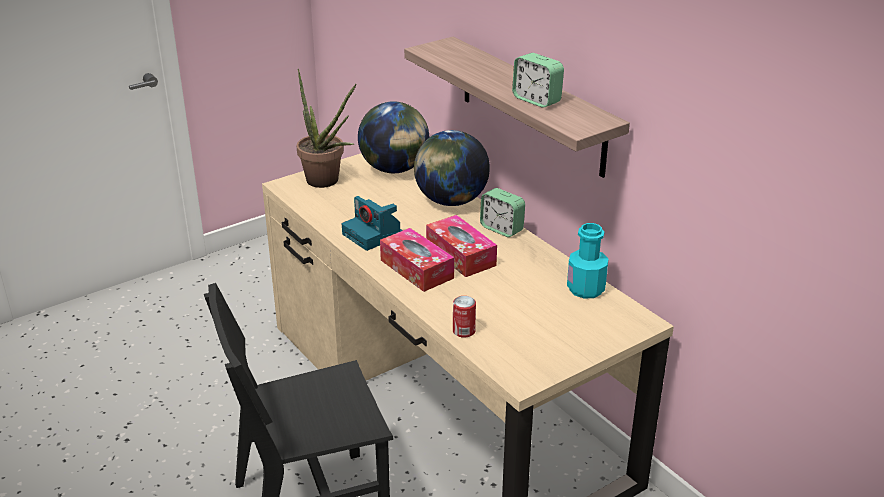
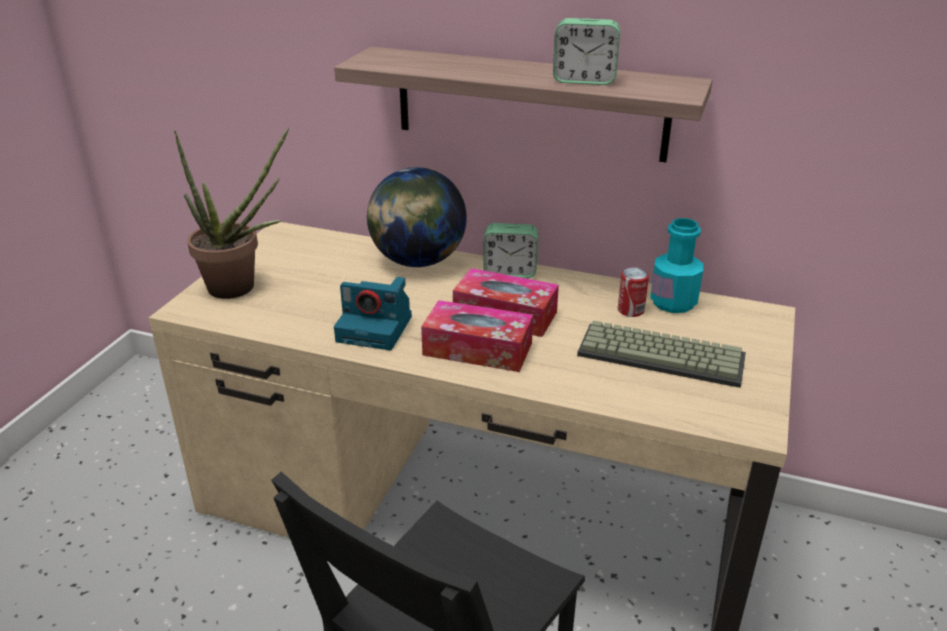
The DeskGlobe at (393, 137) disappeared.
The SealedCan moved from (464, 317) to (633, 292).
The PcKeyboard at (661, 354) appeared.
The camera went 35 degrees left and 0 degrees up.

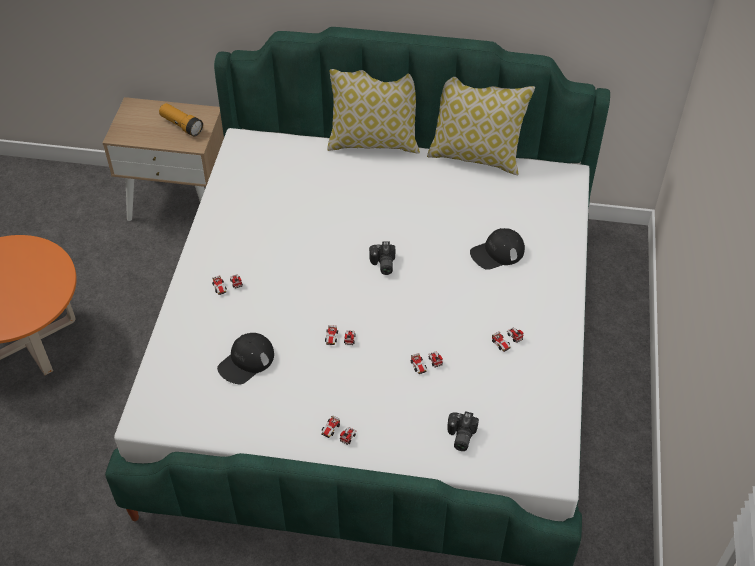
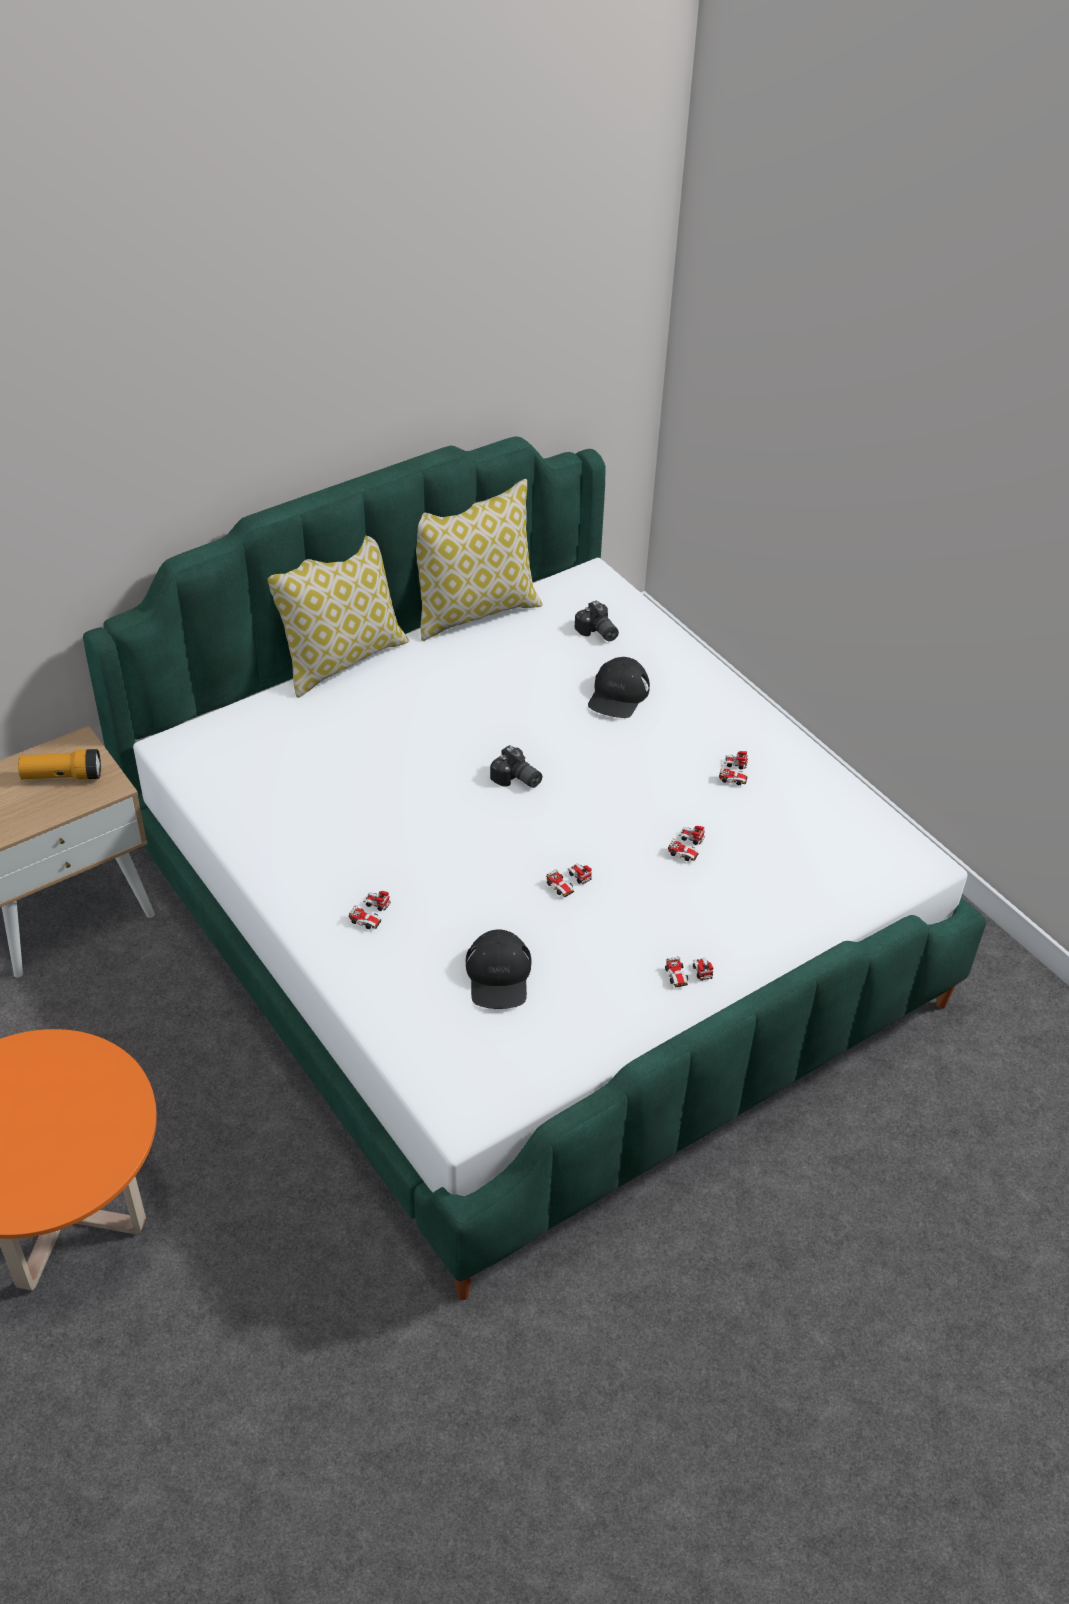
The StillCamera moved from (463, 431) to (597, 621).
The camera went 45 degrees left and 5 degrees down.

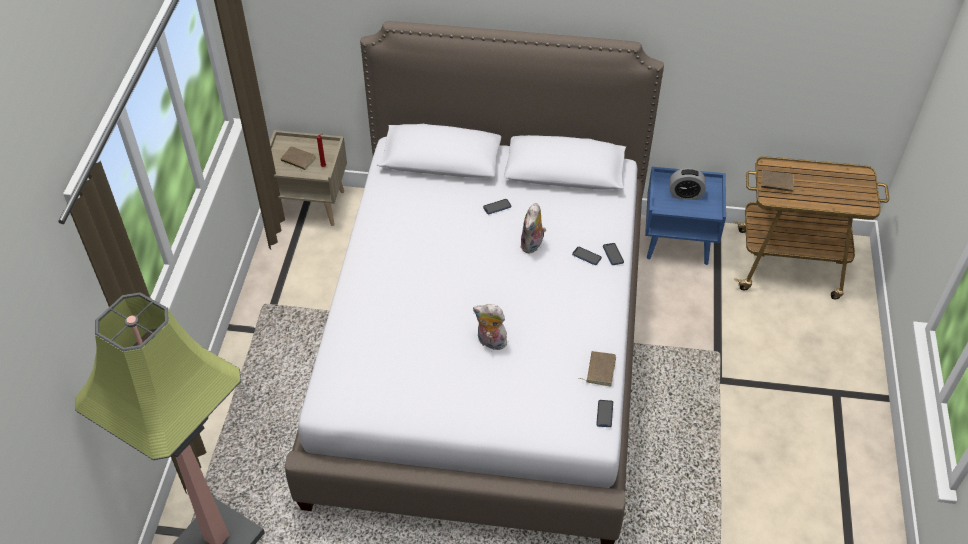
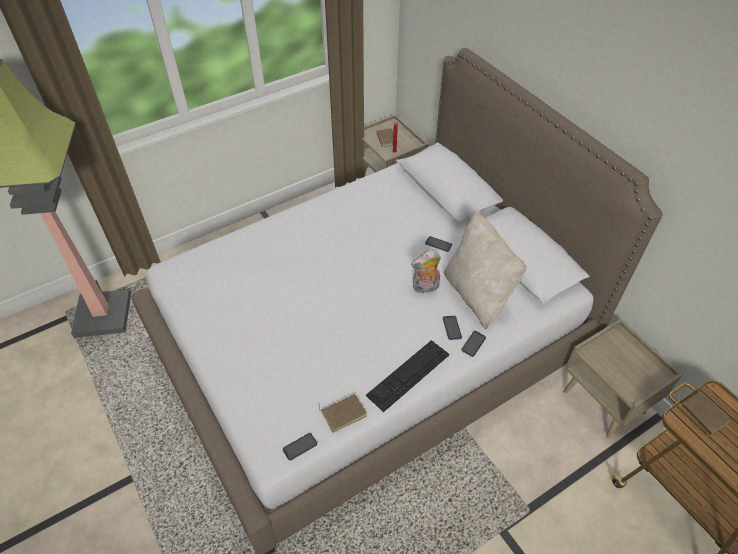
The BlueColouredNightTable at (685, 216) became the SandColouredNightTable at (623, 379).
The BedsideClock at (688, 184) disappeared.
The SoftToy at (490, 327) disappeared.
The SandColouredCushion at (485, 270) appeared.
The PcKeyboard at (407, 376) appeared.
The camera went 50 degrees right and 0 degrees up.

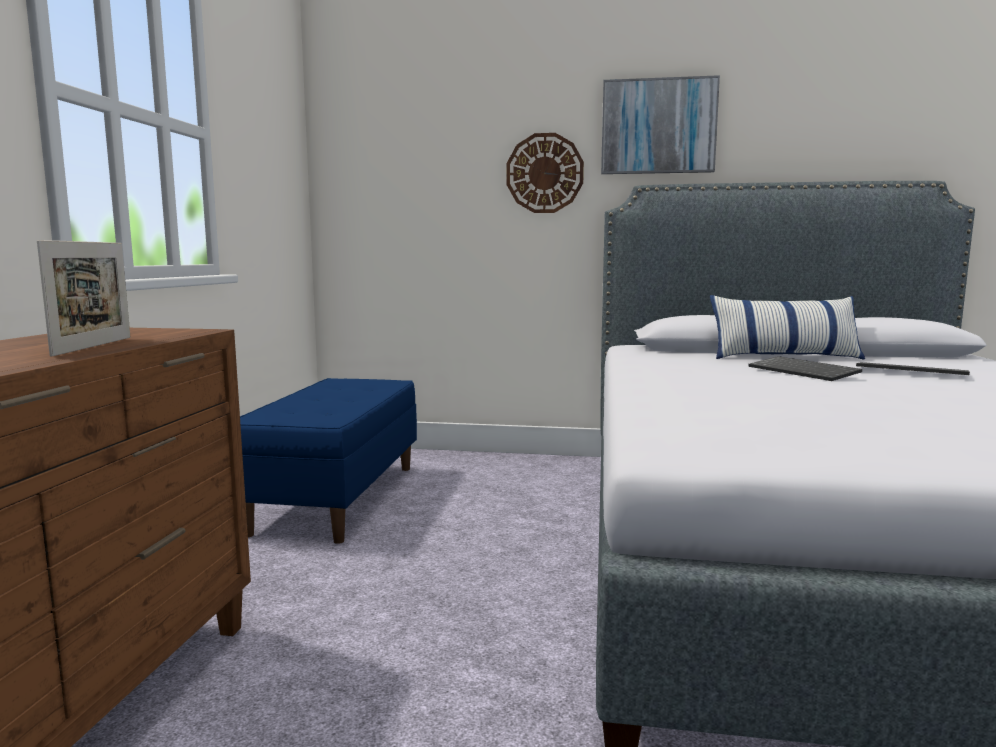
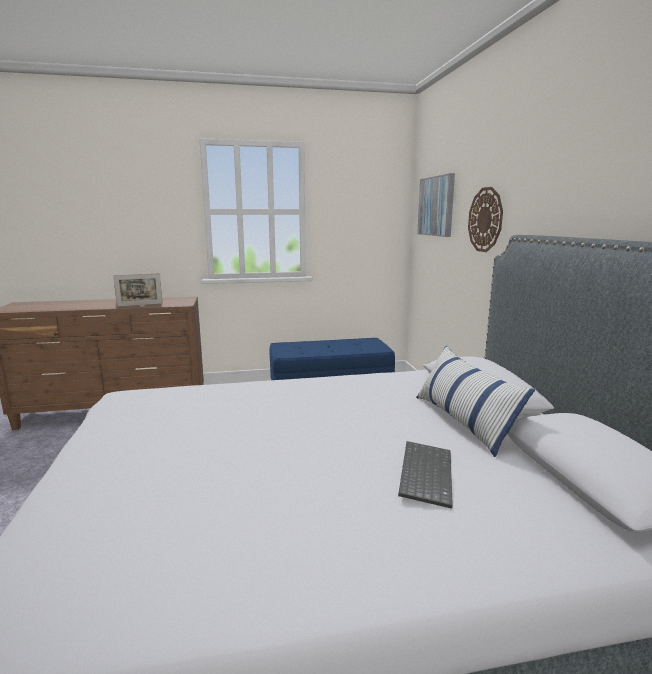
The WallArt moved from (660, 124) to (436, 205).
The PcKeyboard at (805, 368) disappeared.
The camera went 70 degrees right and 5 degrees up.

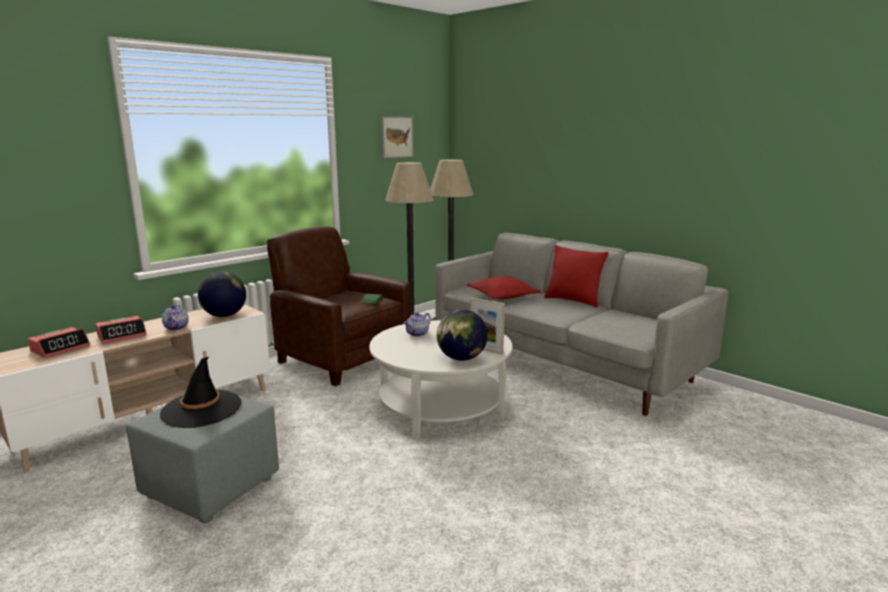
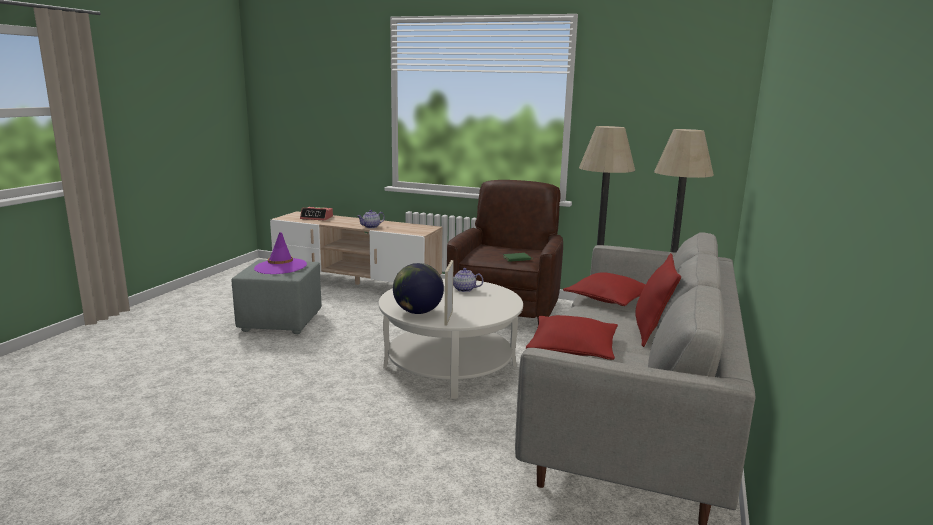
The WallArt at (397, 137) disappeared.
The DeskGlobe at (222, 294) disappeared.
The BedsideClock at (121, 329) disappeared.
The BlackColouredWearableHat at (200, 392) became the PurpleColouredWearableHat at (280, 253).
The RedColouredCushion at (572, 337) appeared.
The camera went 65 degrees right and 0 degrees up.

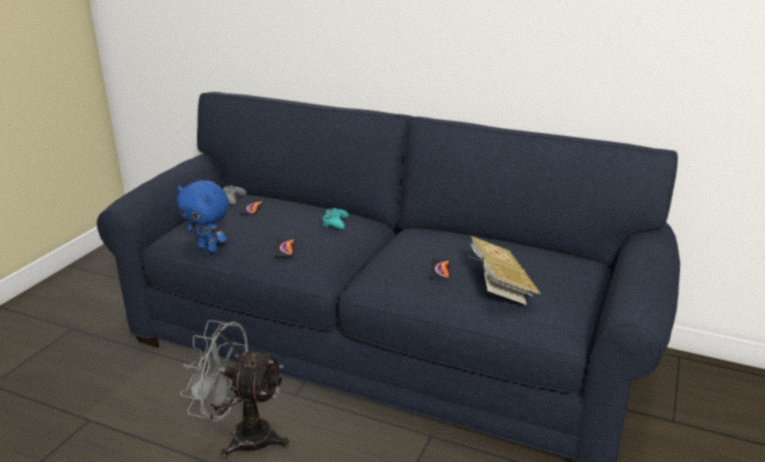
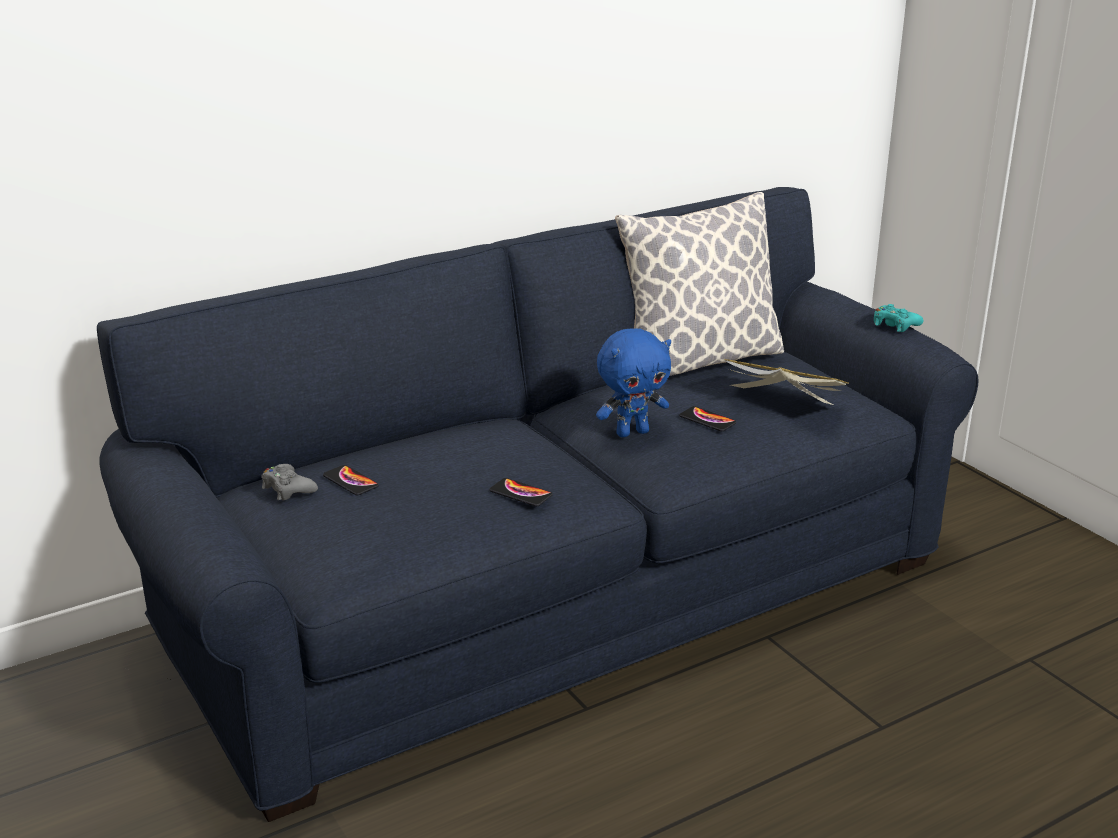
The BlueColouredSoftToy moved from (203, 216) to (633, 382).
The TurquoiseColouredJoypad moved from (335, 218) to (899, 318).
The GrayElectricFan at (234, 389) disappeared.
The Cushion at (699, 284) appeared.
The camera went 55 degrees left and 0 degrees up.

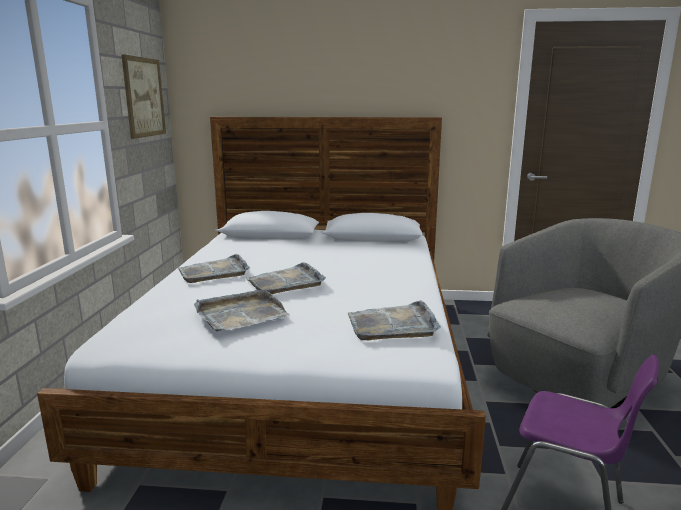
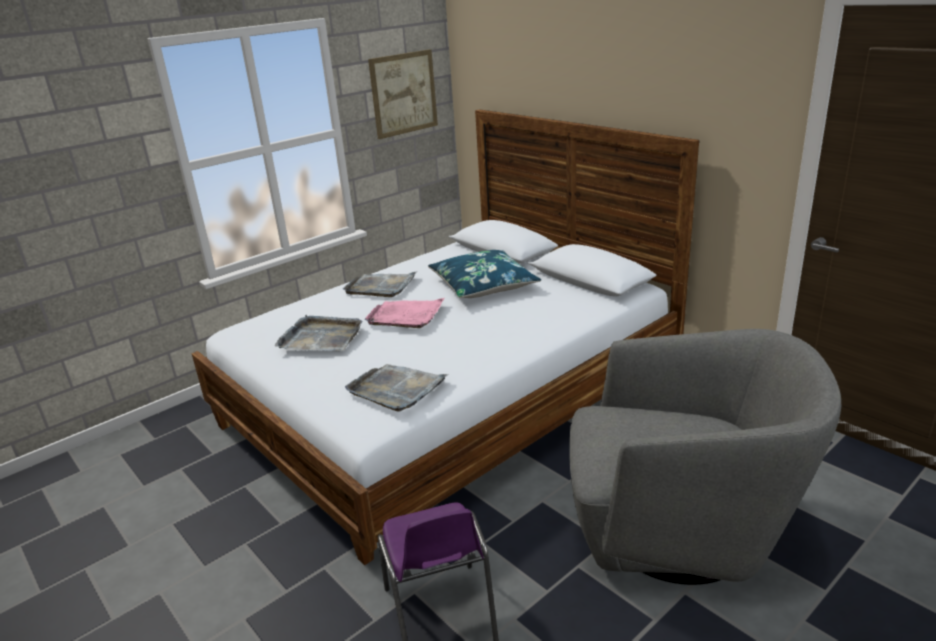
The GrayTray at (286, 278) became the PinkColouredTray at (405, 313).
The BlueColouredCushion at (484, 274) appeared.
The camera went 45 degrees right and 10 degrees up.

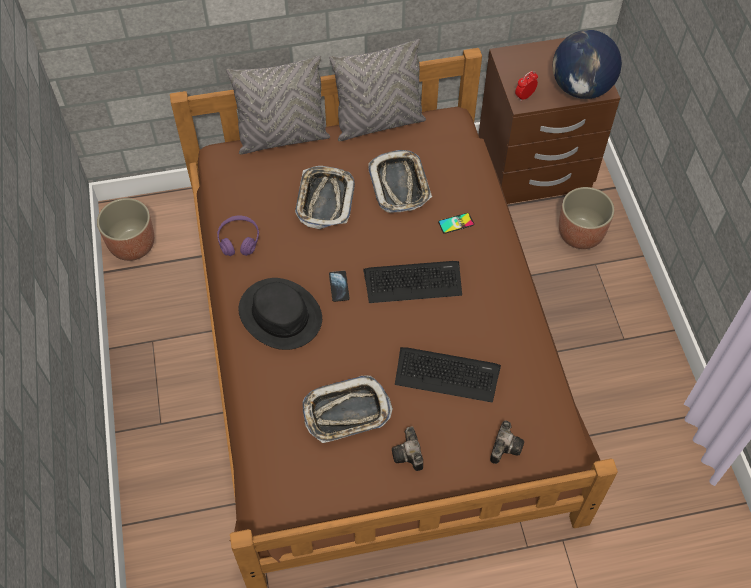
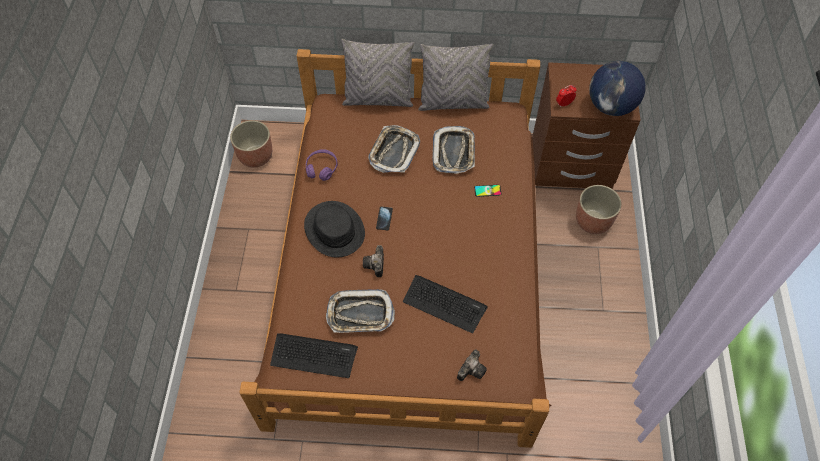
The PcKeyboard moved from (412, 282) to (314, 356).
The StillCamera moved from (407, 449) to (373, 261).
The camera went 15 degrees right and 0 degrees up.

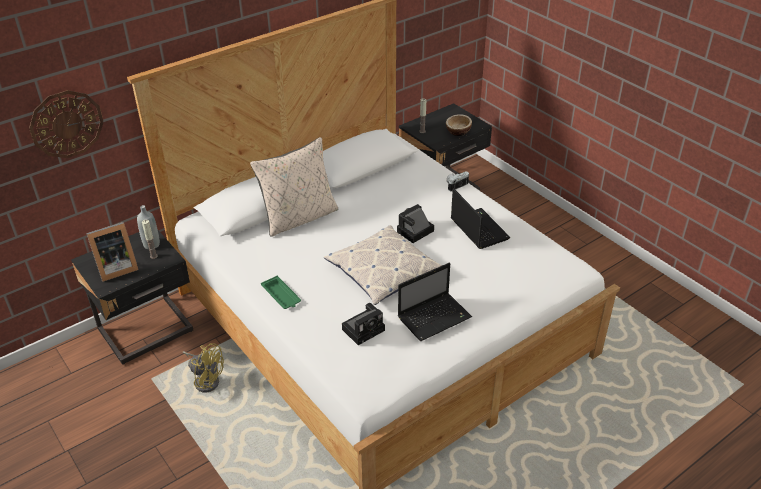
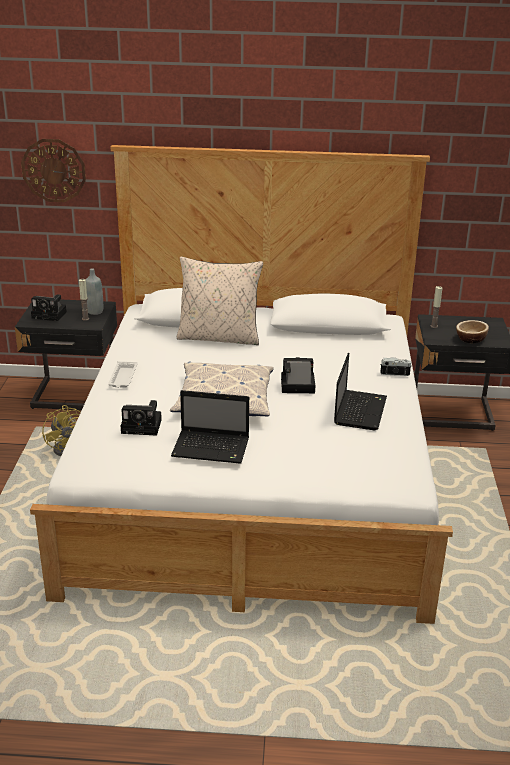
The PhotoFrame at (112, 252) was replaced by the StillCamera at (49, 307).
The GreenTray at (281, 292) became the WhitishTray at (122, 374).
The camera went 40 degrees right and 10 degrees down.

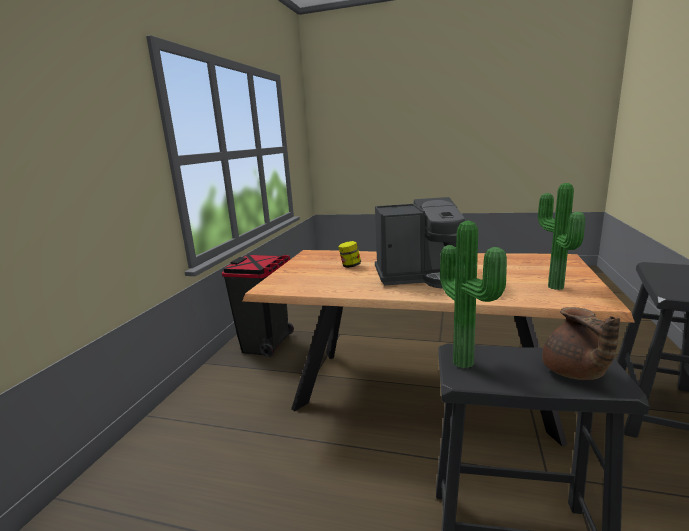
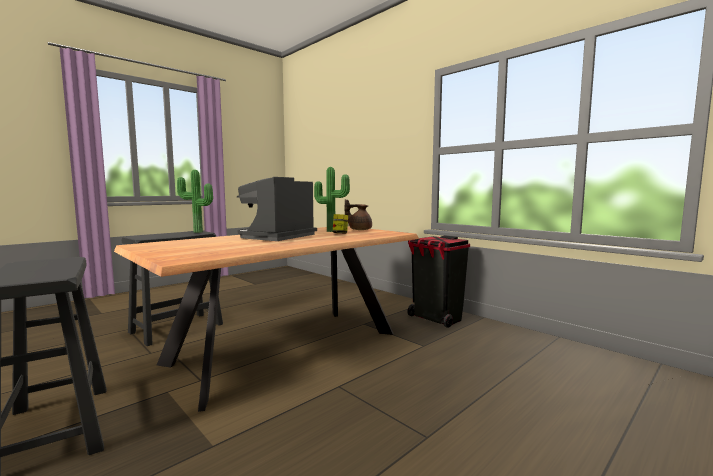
The Houseplant moved from (561, 236) to (332, 199).
The BrownTeaPot moved from (581, 343) to (358, 214).
The camera went 120 degrees right and 10 degrees down.

